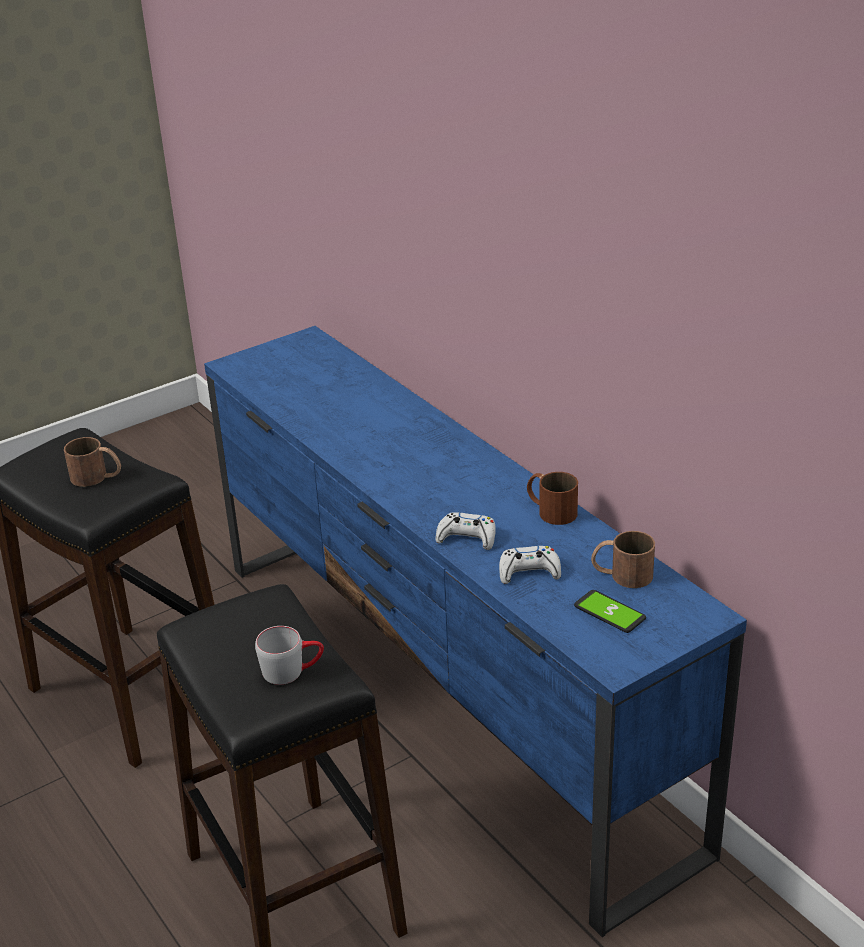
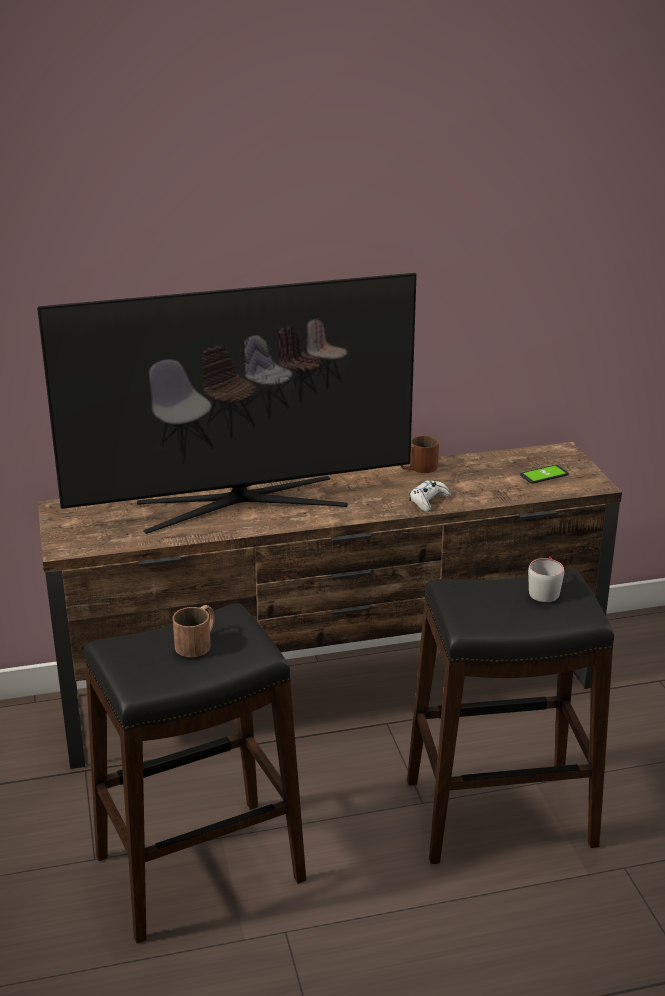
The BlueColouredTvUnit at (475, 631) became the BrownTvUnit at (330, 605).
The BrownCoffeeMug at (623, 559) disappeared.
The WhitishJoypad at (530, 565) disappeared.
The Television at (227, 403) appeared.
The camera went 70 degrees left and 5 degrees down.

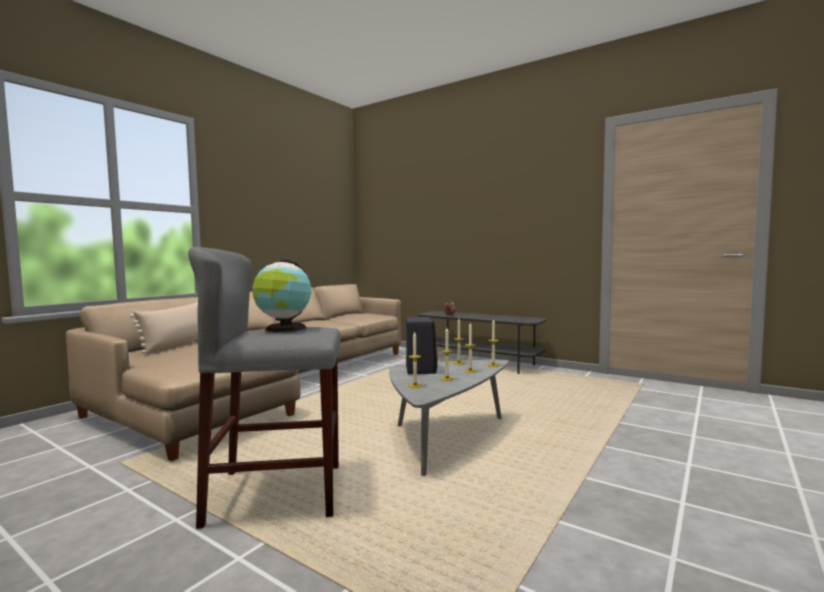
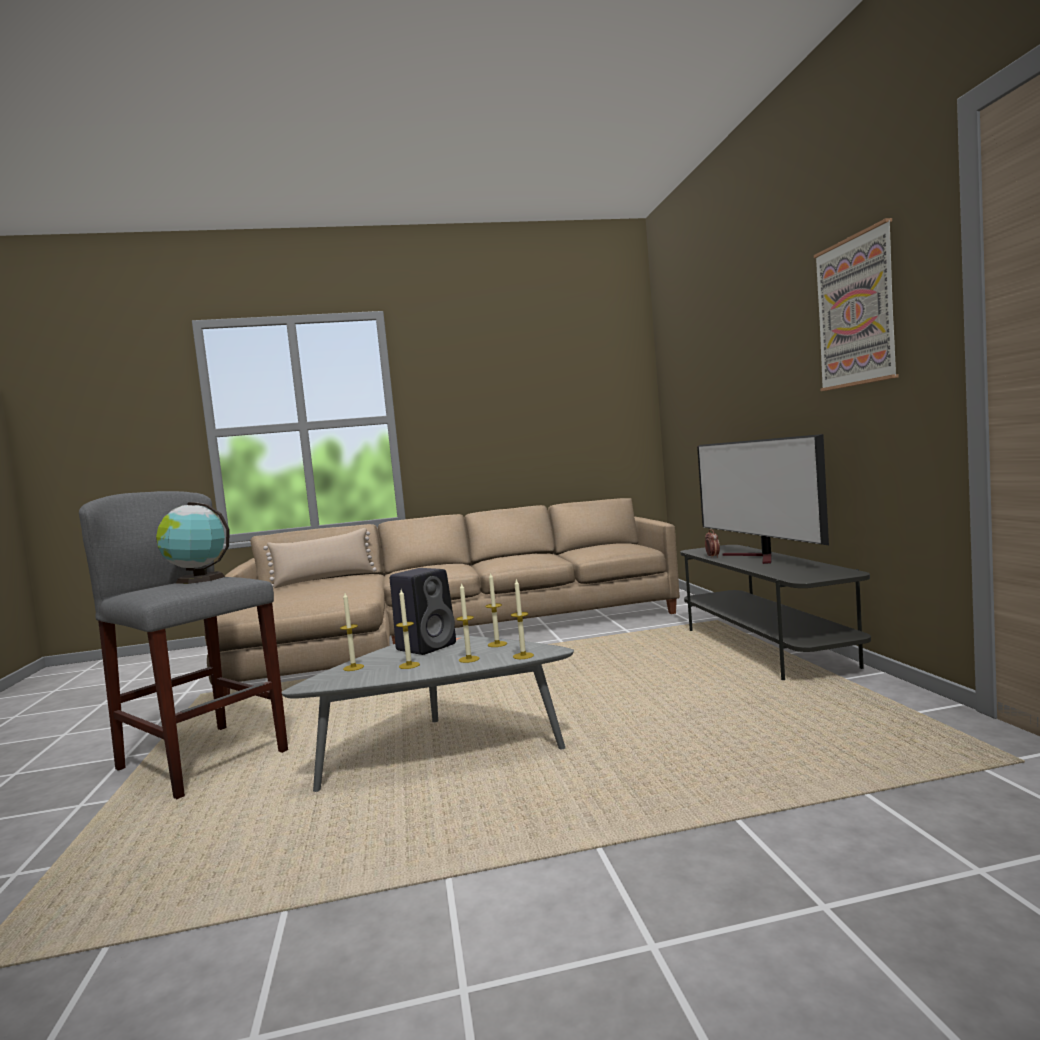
The WallArt at (856, 304) appeared.
The Television at (763, 499) appeared.
The camera went 45 degrees right and 0 degrees up.

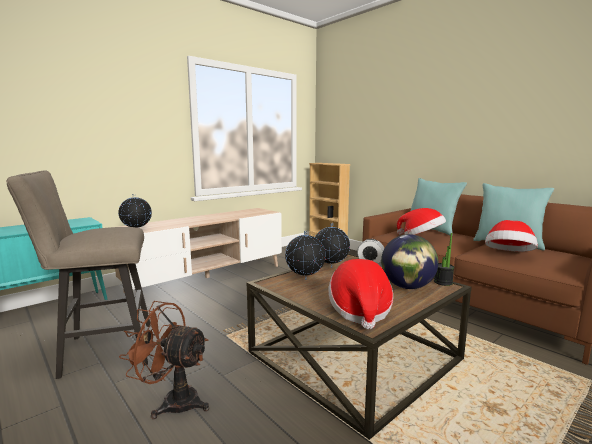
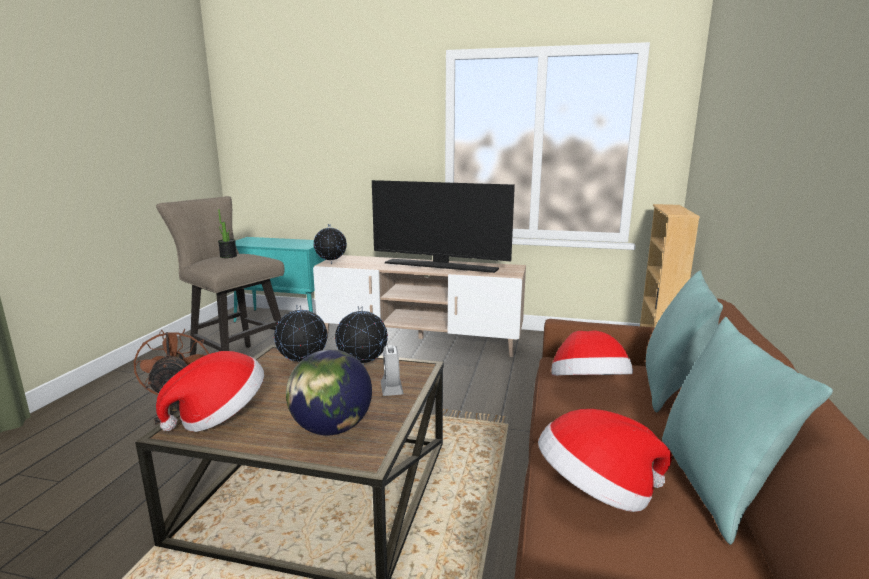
The Houseplant moved from (444, 259) to (227, 233).
The Television at (443, 226) appeared.
The camera went 55 degrees right and 5 degrees up.

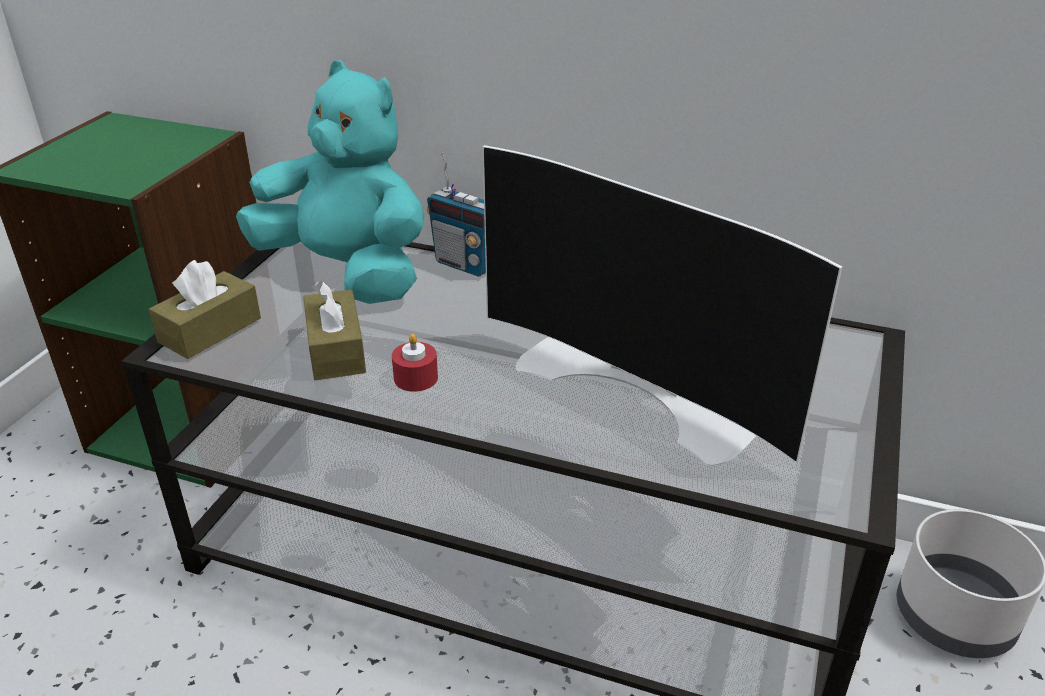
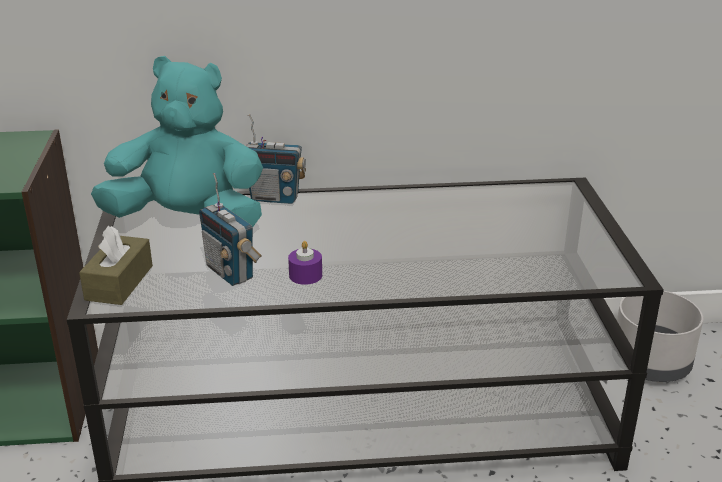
The Television at (662, 305) disappeared.
The BrownBoxOfTissues at (334, 330) was replaced by the RadioReceiver at (230, 229).
The RedColouredCandle at (415, 363) became the PurpleColouredCandle at (305, 263).
The camera went 25 degrees left and 5 degrees down.

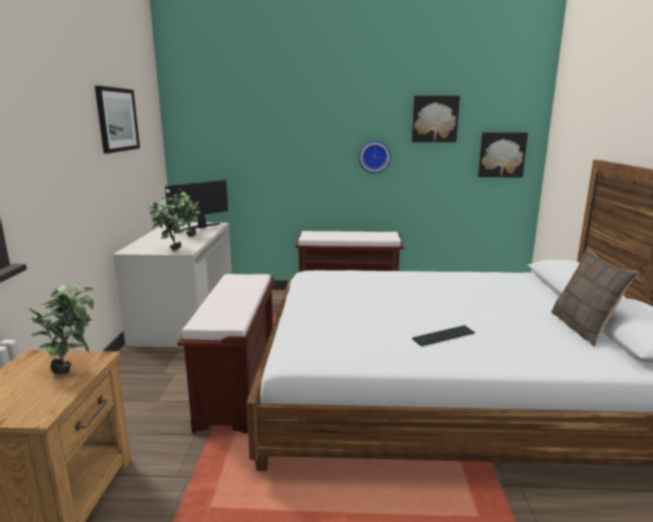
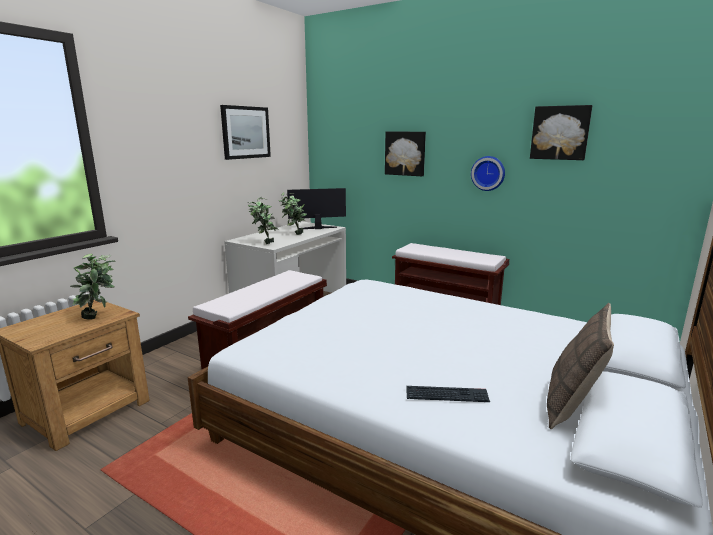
The WallArt moved from (503, 154) to (405, 154).
The PcKeyboard moved from (444, 335) to (448, 394).
The camera went 30 degrees right and 0 degrees up.

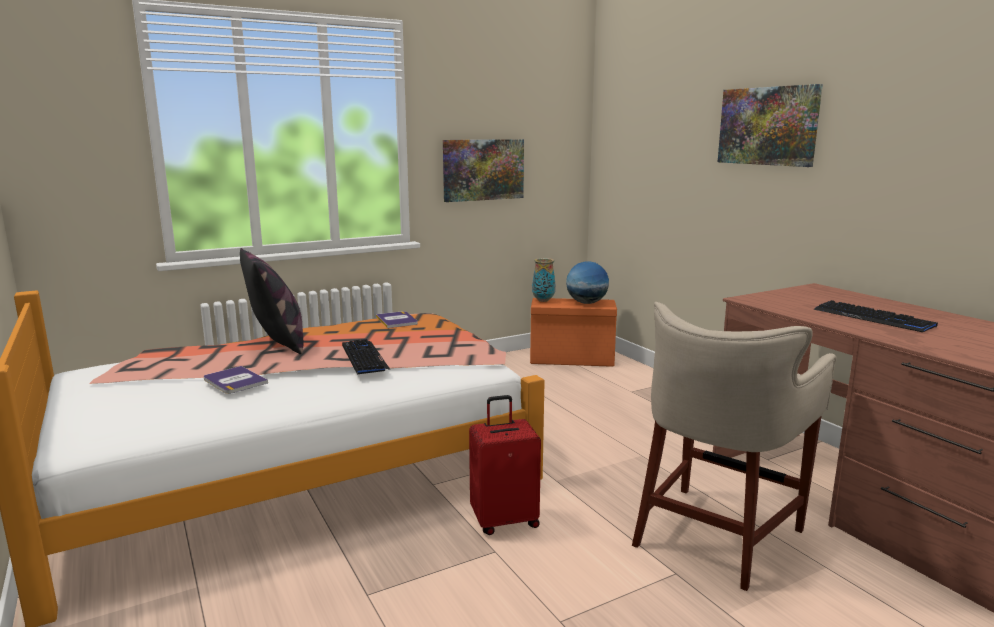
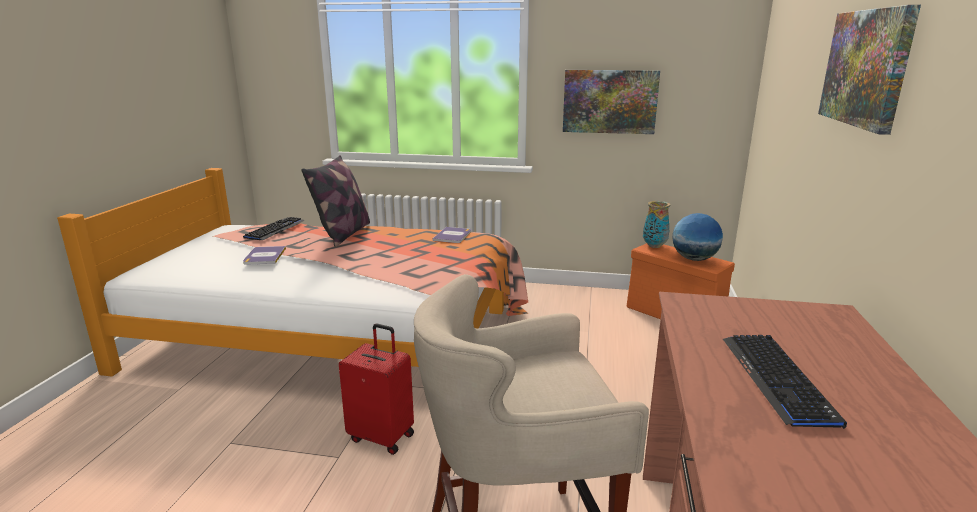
The PcKeyboard moved from (366, 357) to (274, 228).
The camera went 40 degrees right and 5 degrees up.

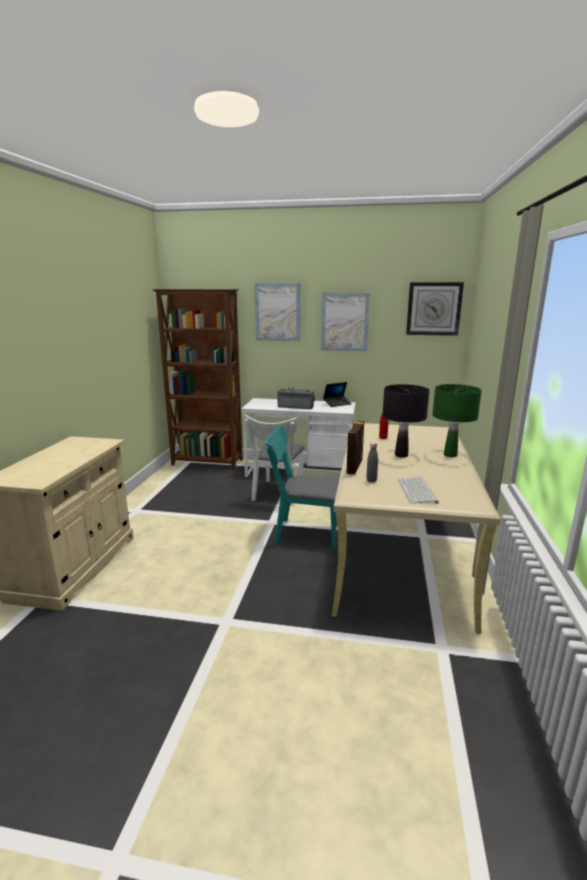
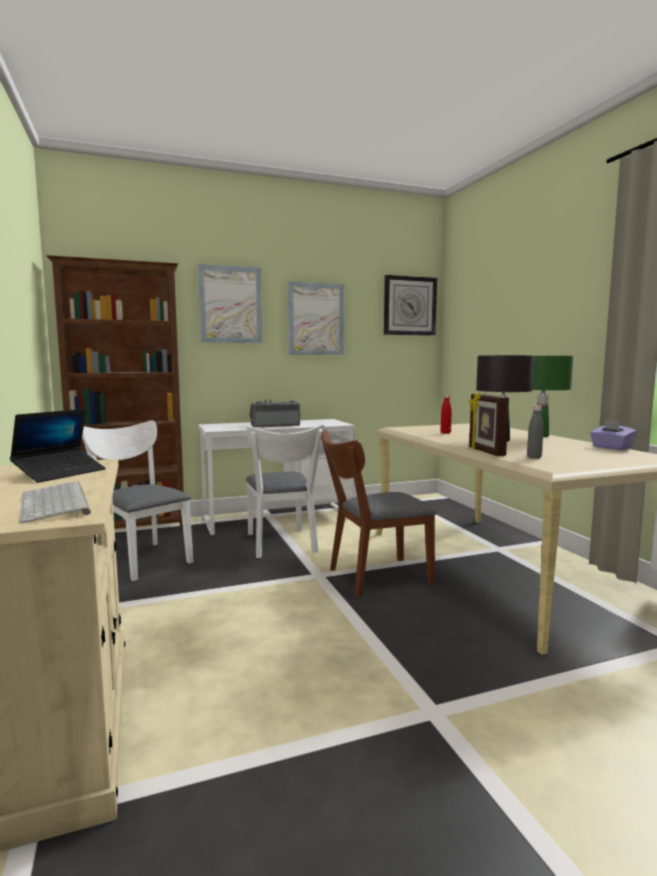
The Laptop moved from (337, 394) to (58, 446).
The TurquoiseColouredPlainChair at (302, 487) became the BrownPlainChair at (379, 513).
The PcKeyboard moved from (418, 490) to (55, 502).
The WhitishPlainChair at (138, 500) appeared.
The PurpleColouredBoxOfTissues at (613, 435) appeared.
The camera went 30 degrees left and 10 degrees down.

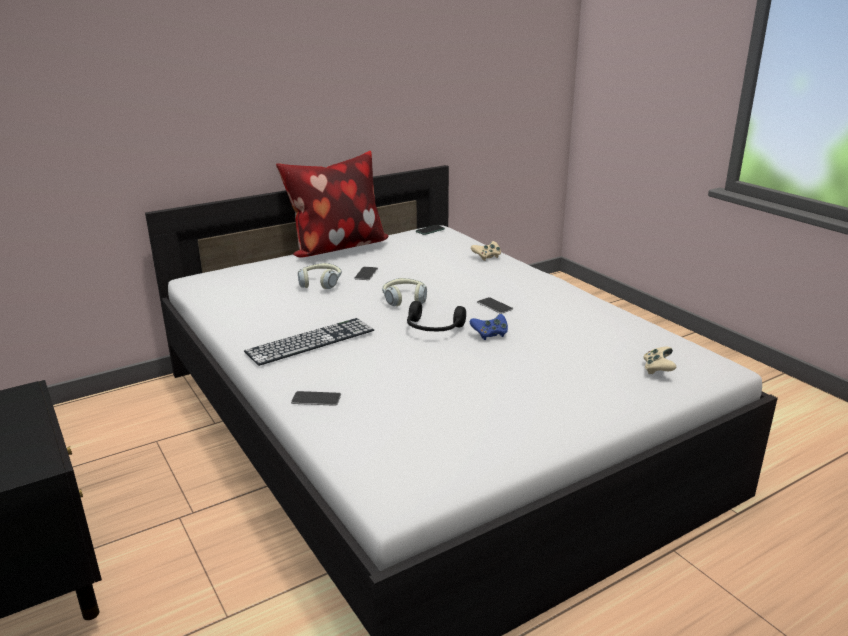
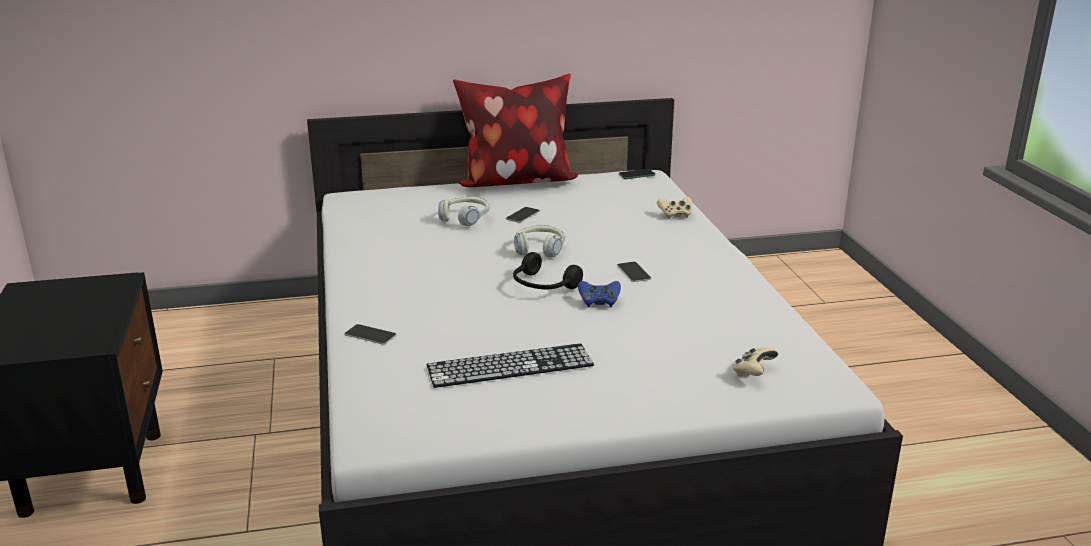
The PcKeyboard moved from (309, 342) to (510, 366).
The camera went 20 degrees right and 0 degrees up.

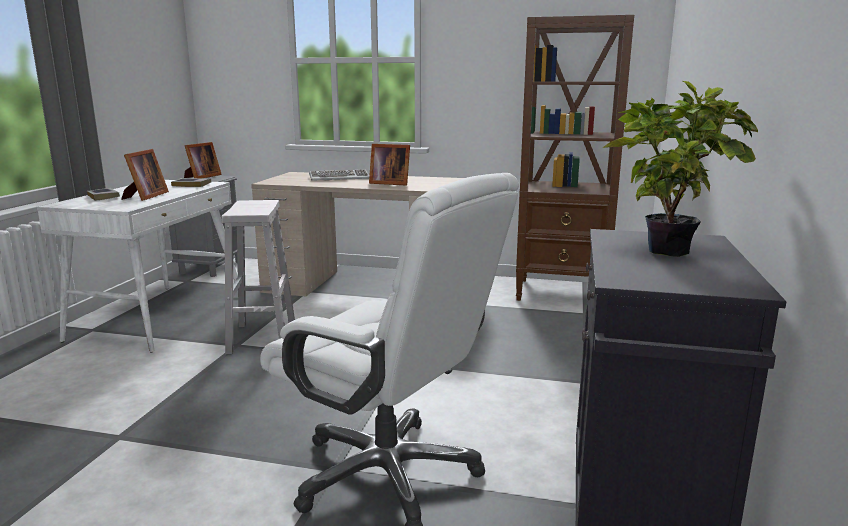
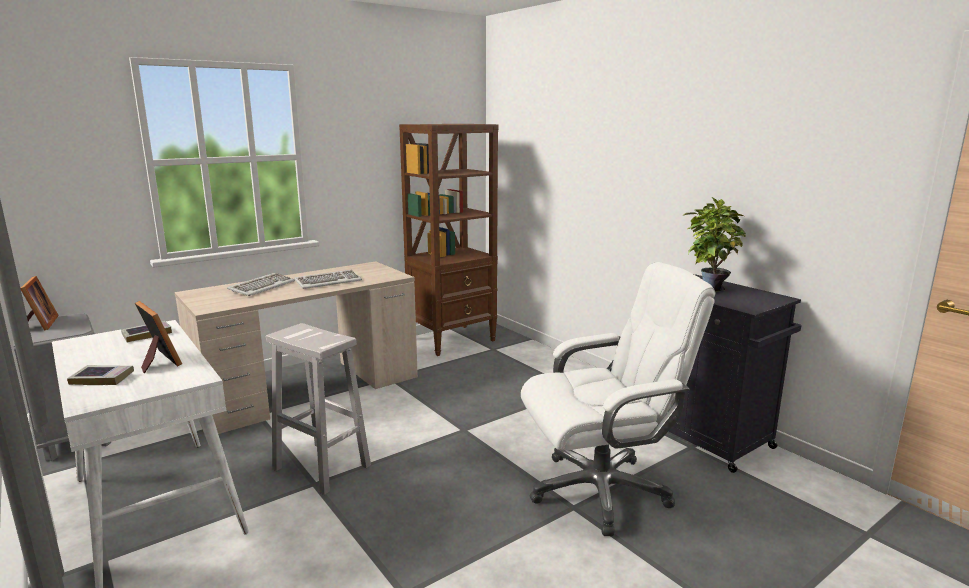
The PhotoFrame at (389, 165) was replaced by the PcKeyboard at (328, 279).
The camera went 50 degrees left and 0 degrees up.

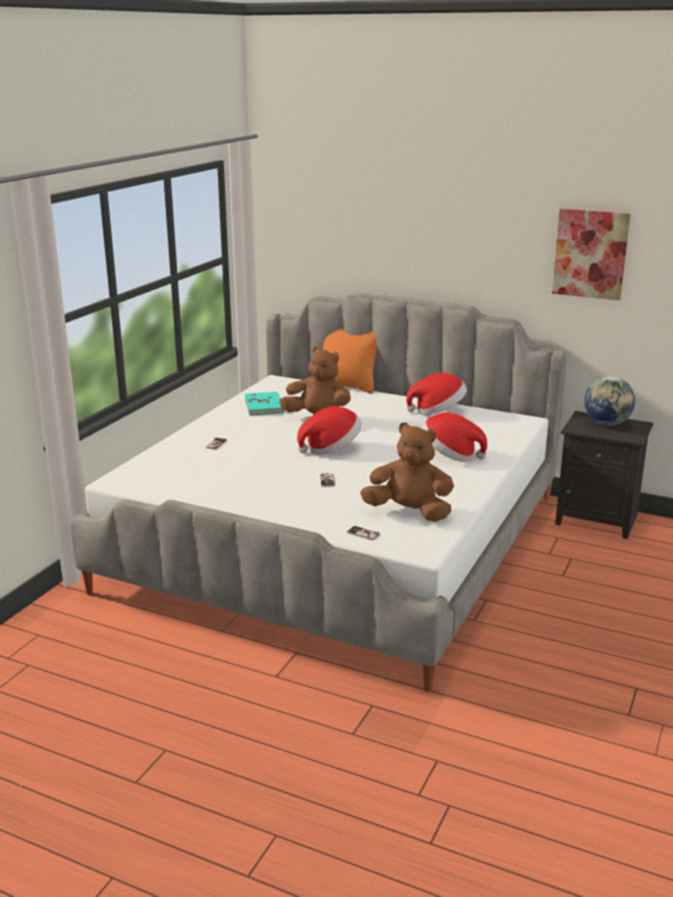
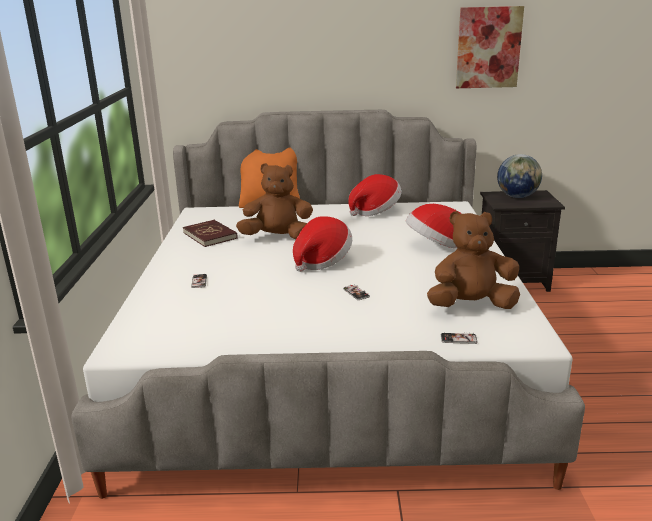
The TurquoiseColouredBook at (264, 404) became the RedColouredBook at (210, 233).
The camera went 25 degrees left and 0 degrees up.

